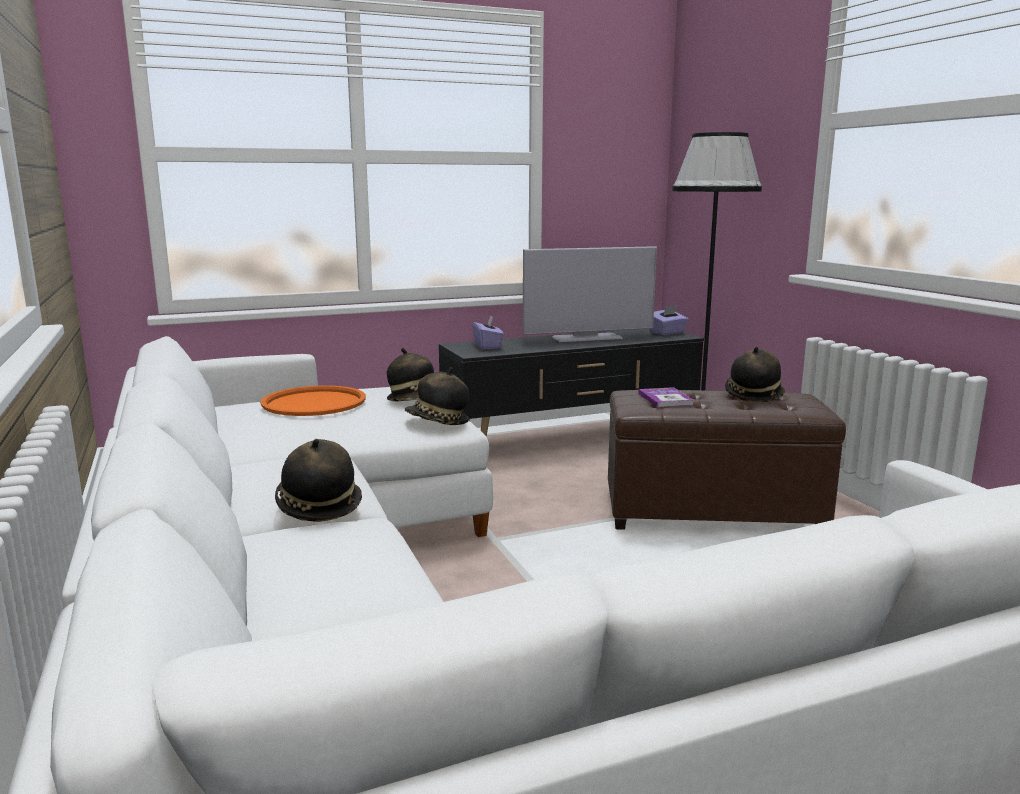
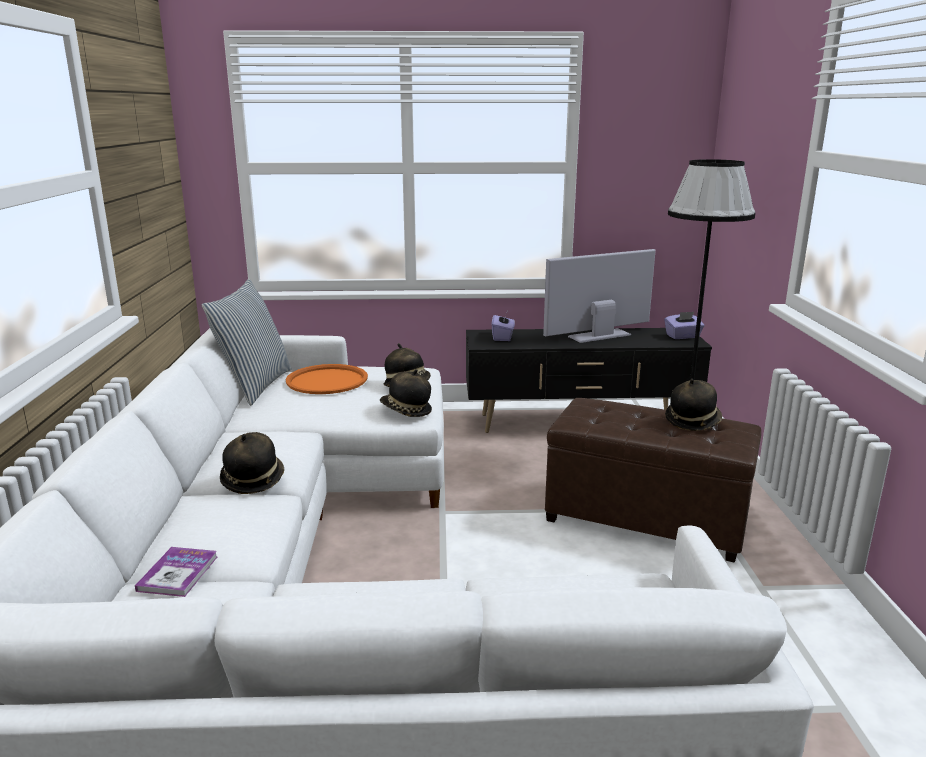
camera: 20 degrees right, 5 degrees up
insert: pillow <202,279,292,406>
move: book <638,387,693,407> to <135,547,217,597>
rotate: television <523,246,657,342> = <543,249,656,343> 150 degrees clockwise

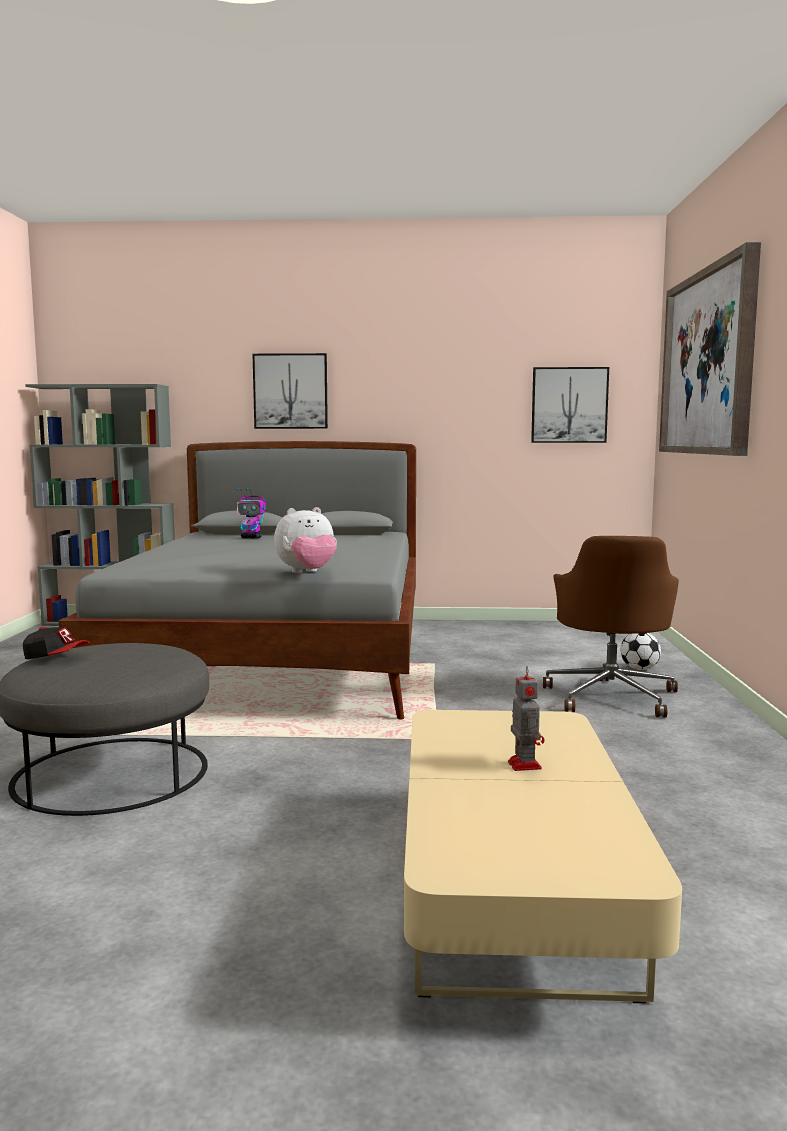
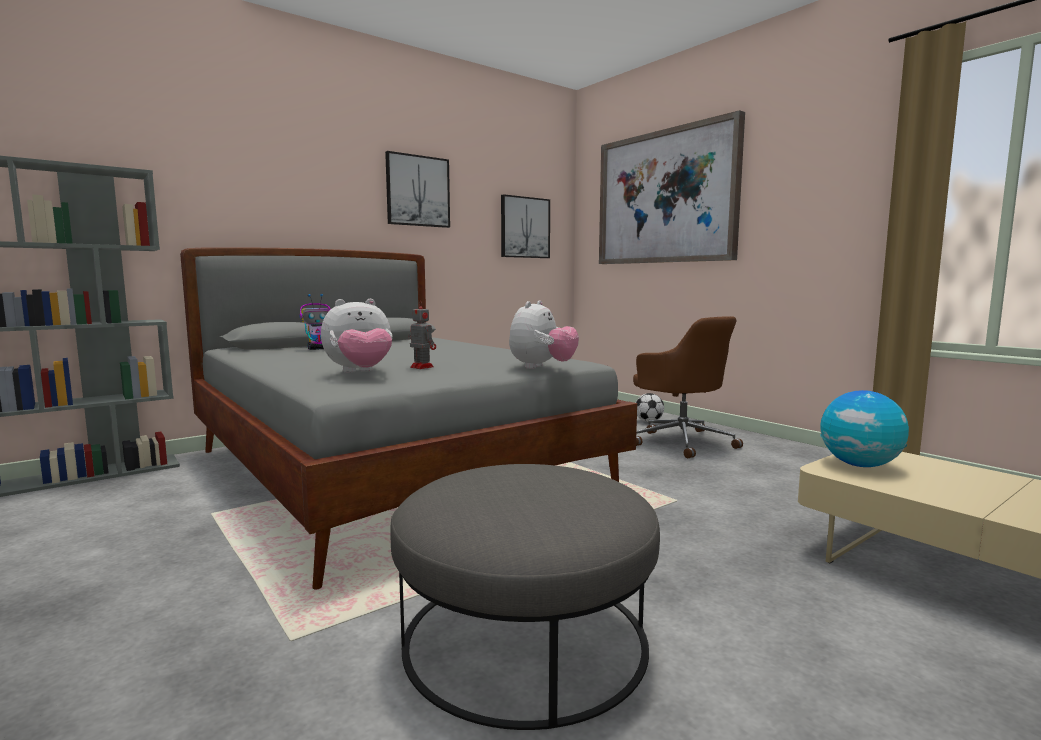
camera: 40 degrees left, 0 degrees up
delete: cap <23,627,90,659>
insert: plush toy <321,299,392,373>; globe <820,390,909,467>
move: picture <253,353,328,429> to <385,151,450,228>; toy robot <508,666,544,771> to <408,302,436,369>

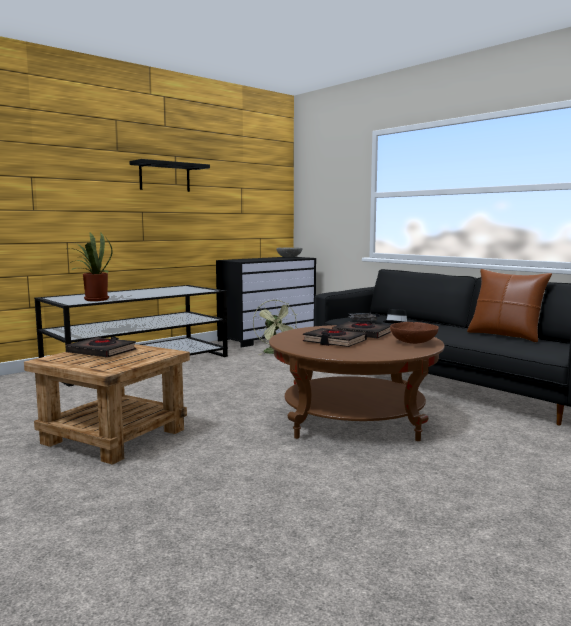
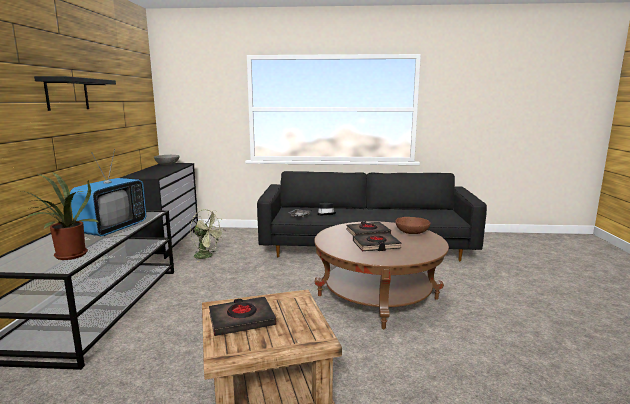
camera: 45 degrees left, 5 degrees up
delete: pillow (brown) <467,269,552,342>
insert: television <70,149,146,236>

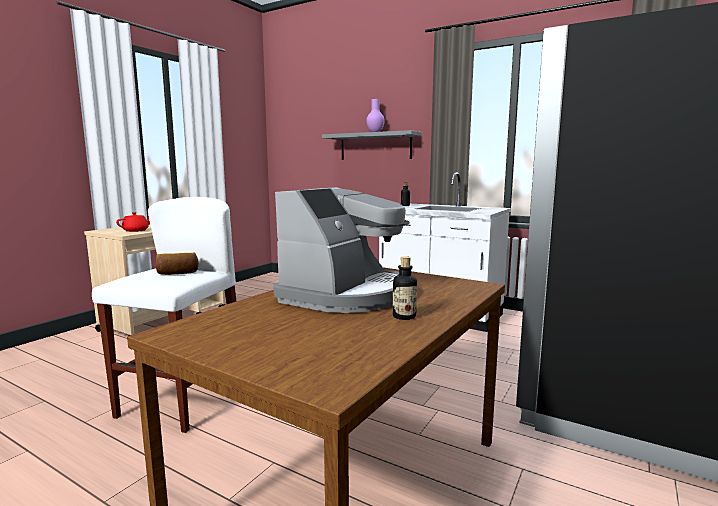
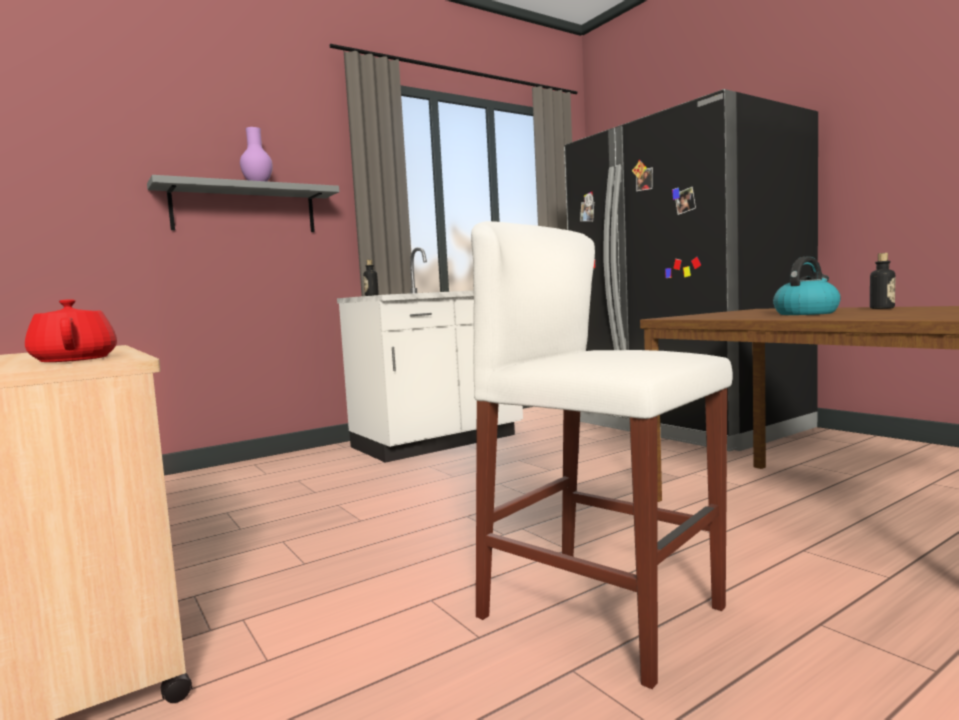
camera: 65 degrees left, 5 degrees down
delete: bread <156,253,199,275>
replace: coffee machine <273,187,410,313> to kettle <773,256,841,315>

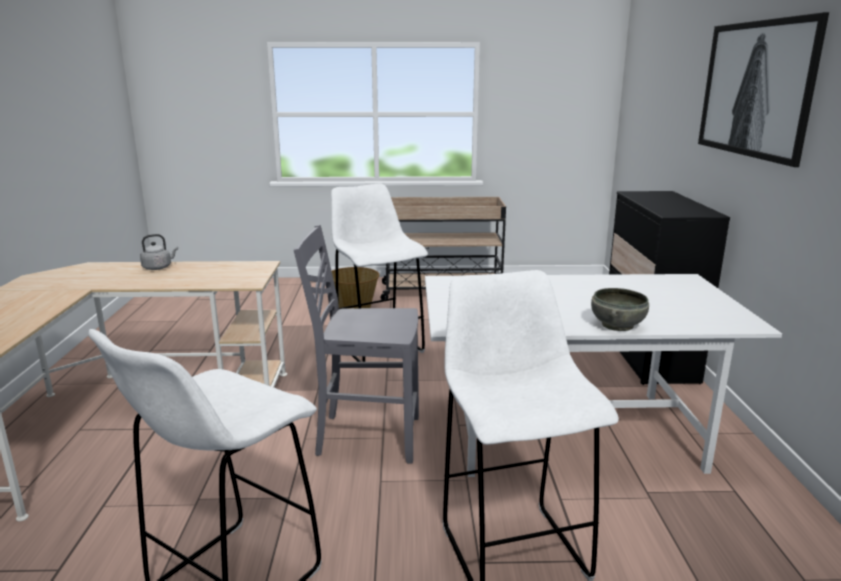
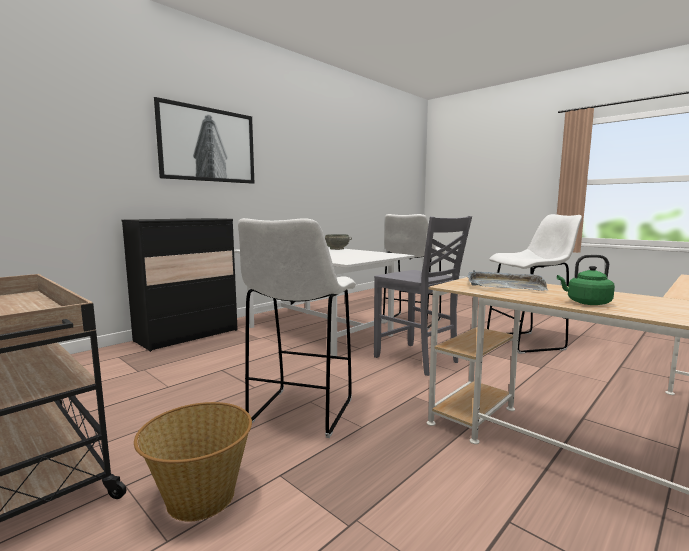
camera: 135 degrees left, 10 degrees down
insert: tray (grey) <467,270,548,291>
recolor: kettle (grey) <140,234,178,270> to kettle (green) <557,255,615,305>

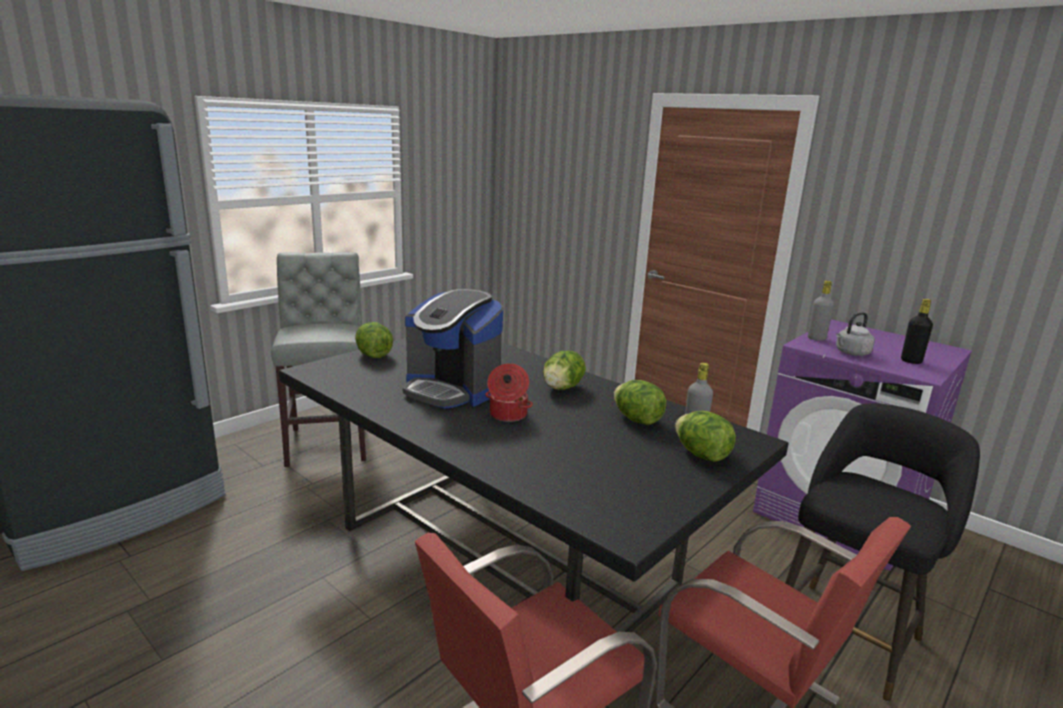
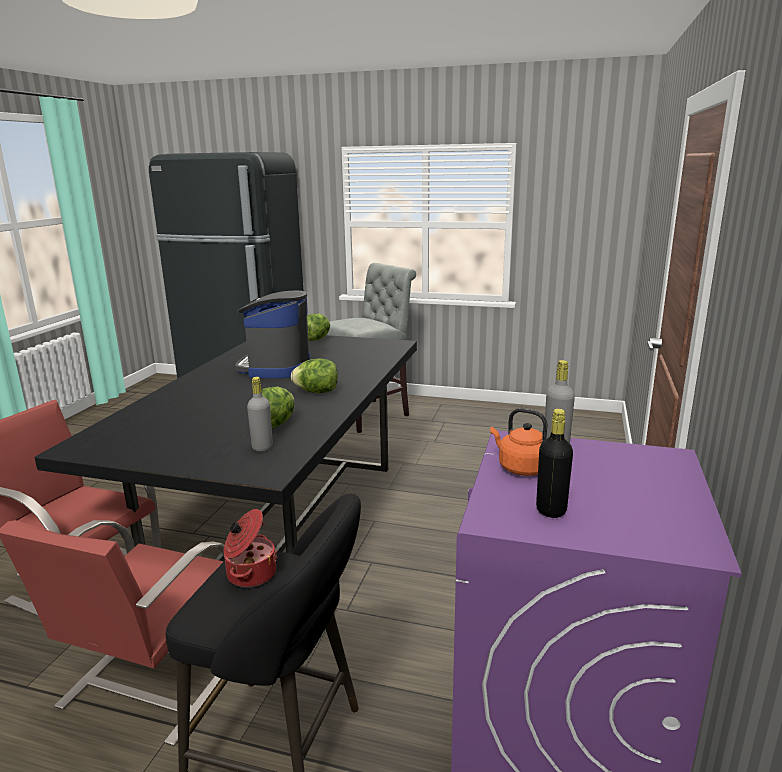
camera: 65 degrees right, 0 degrees up
delete: lettuce <675,411,736,462>
move: cooking pot <485,363,533,422> to <224,509,277,588>
recolor: kettle (grey) <836,312,875,356> to kettle (orange) <490,408,548,476>

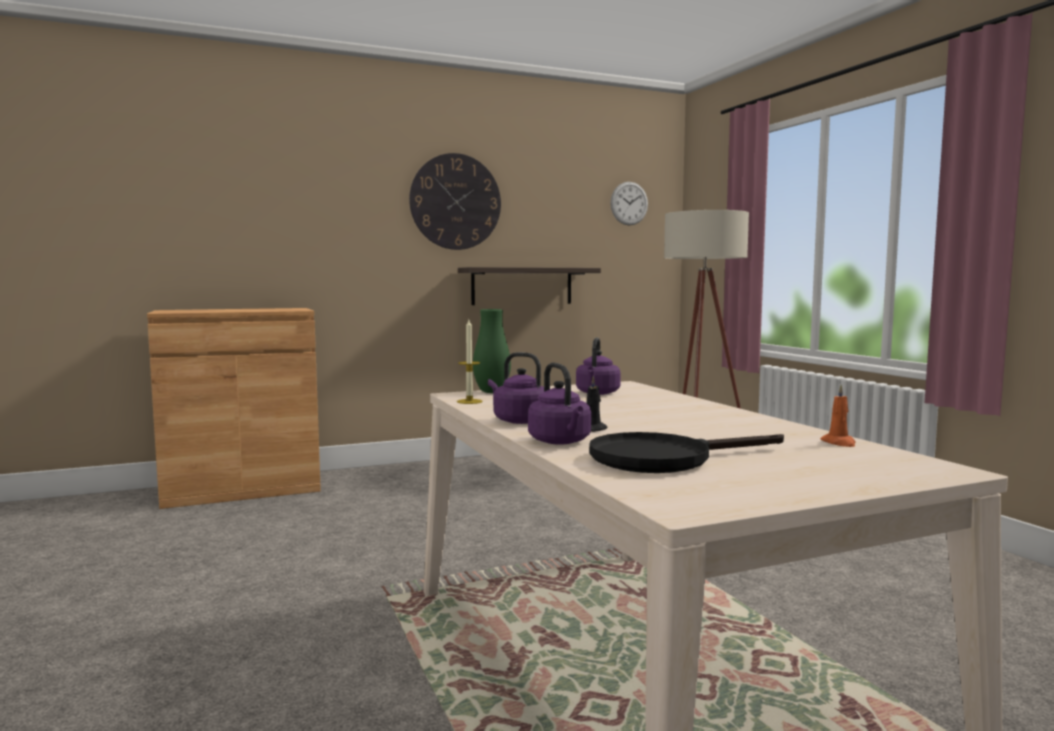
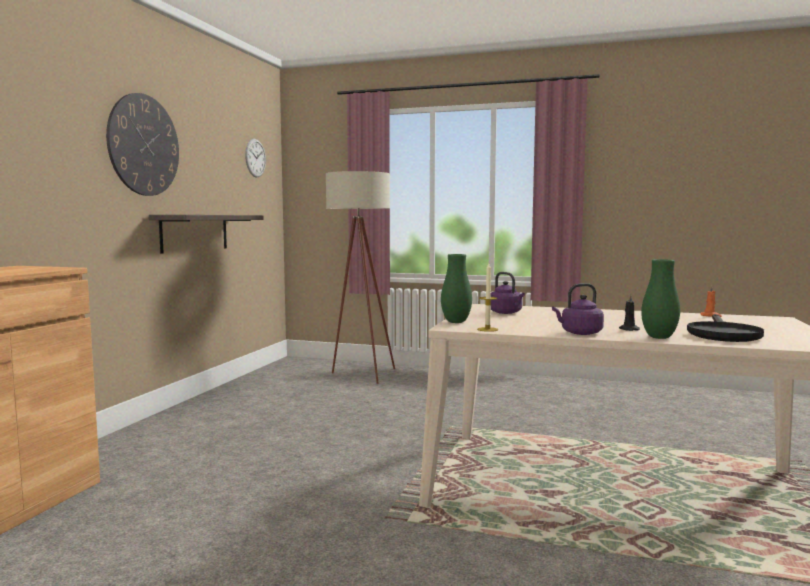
camera: 50 degrees left, 0 degrees up
replace: kettle (purple) <528,363,591,445> to vase (green) <641,259,680,339>

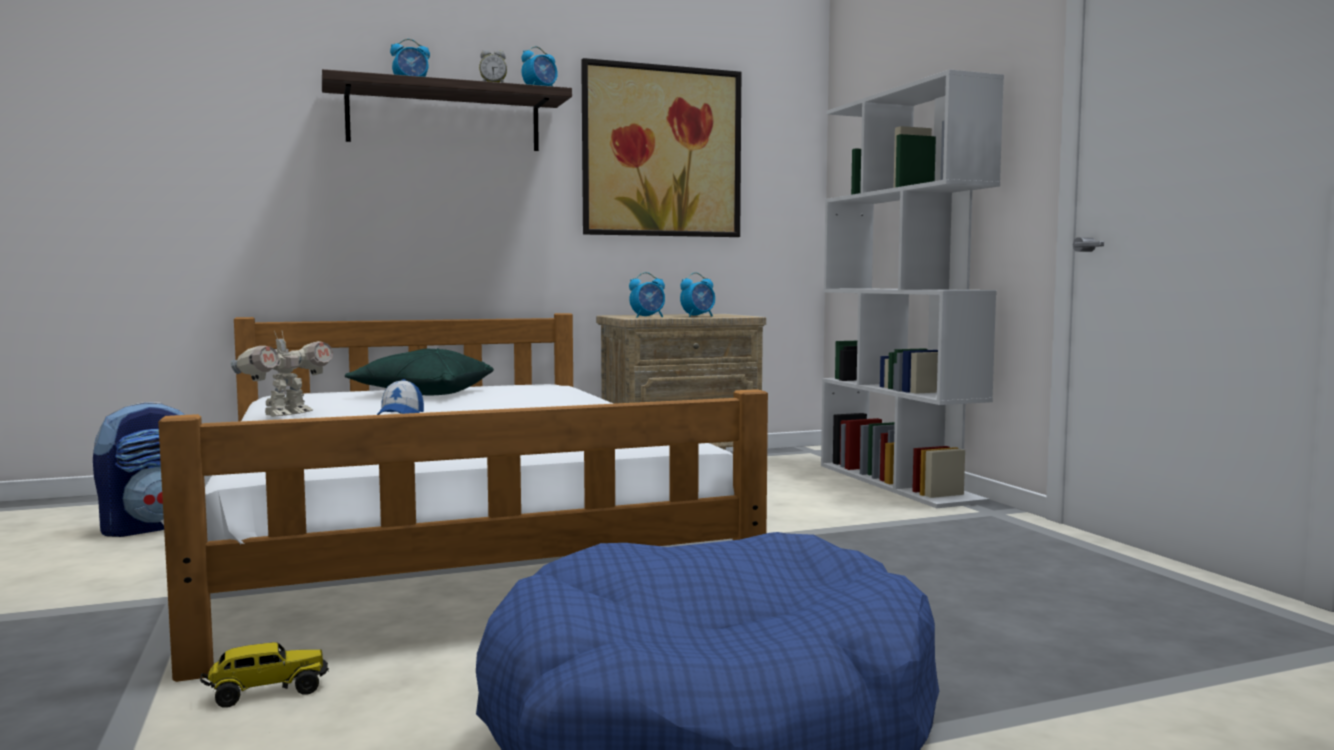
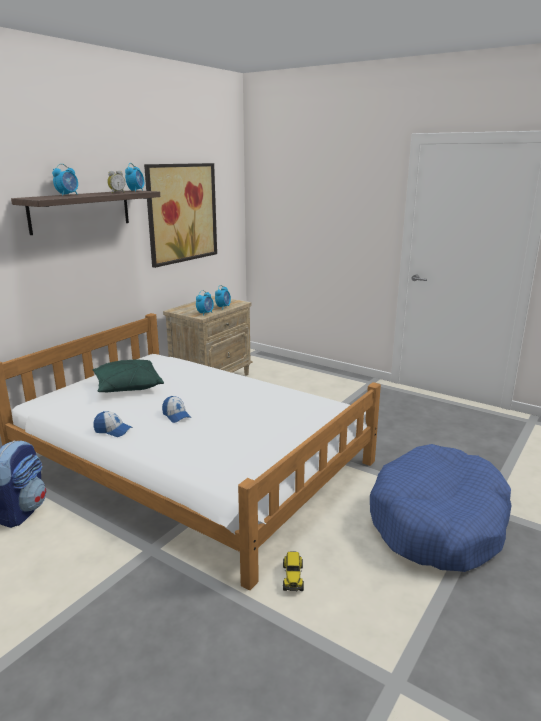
camera: 35 degrees left, 15 degrees up
delete: bookcase (white) <821,69,1004,508>
replace: toy robot <230,331,333,417> to cap <93,411,133,437>
rotate: toy truck <200,642,329,708> = <283,551,304,591> 150 degrees clockwise

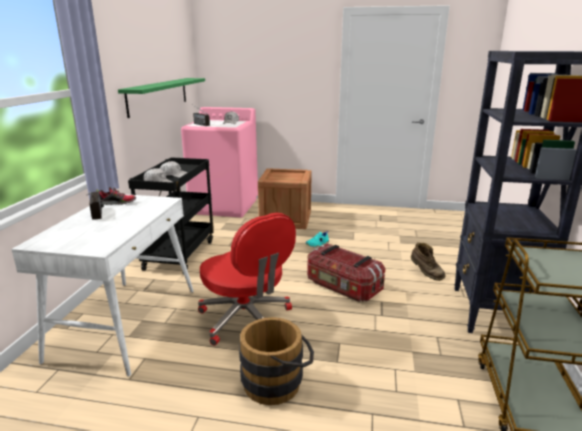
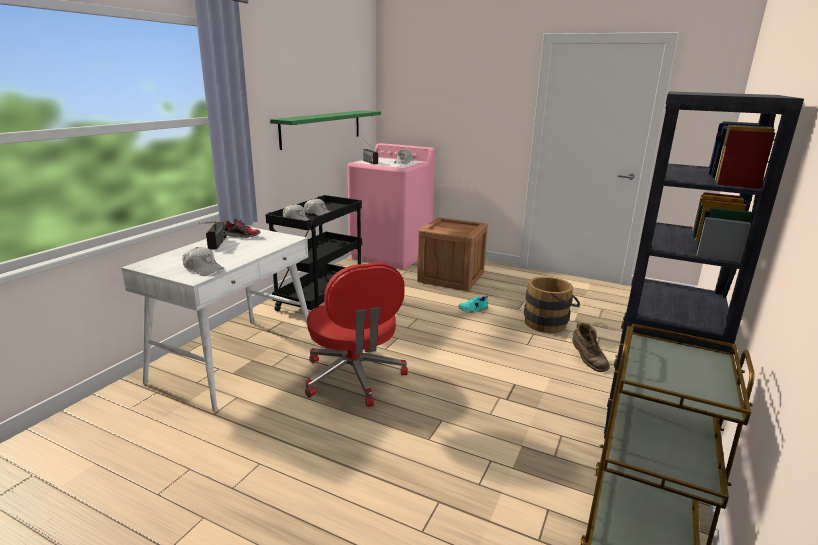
camera: 15 degrees right, 0 degrees up
delete: storage box <307,243,385,302>
insert: cap (white) <182,247,224,276>
move: bucket (brown) <239,317,314,405> to <524,277,580,333>

